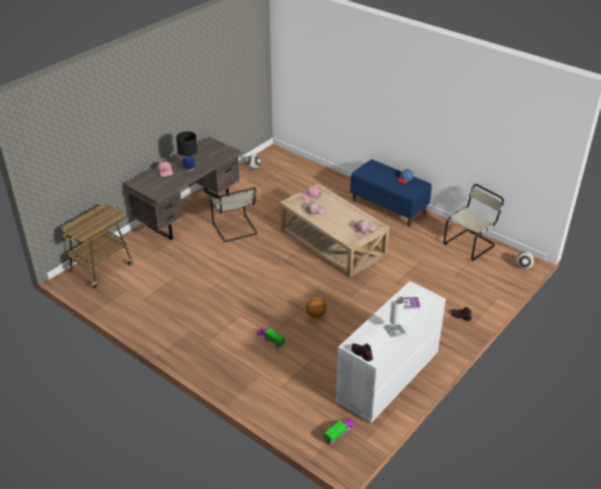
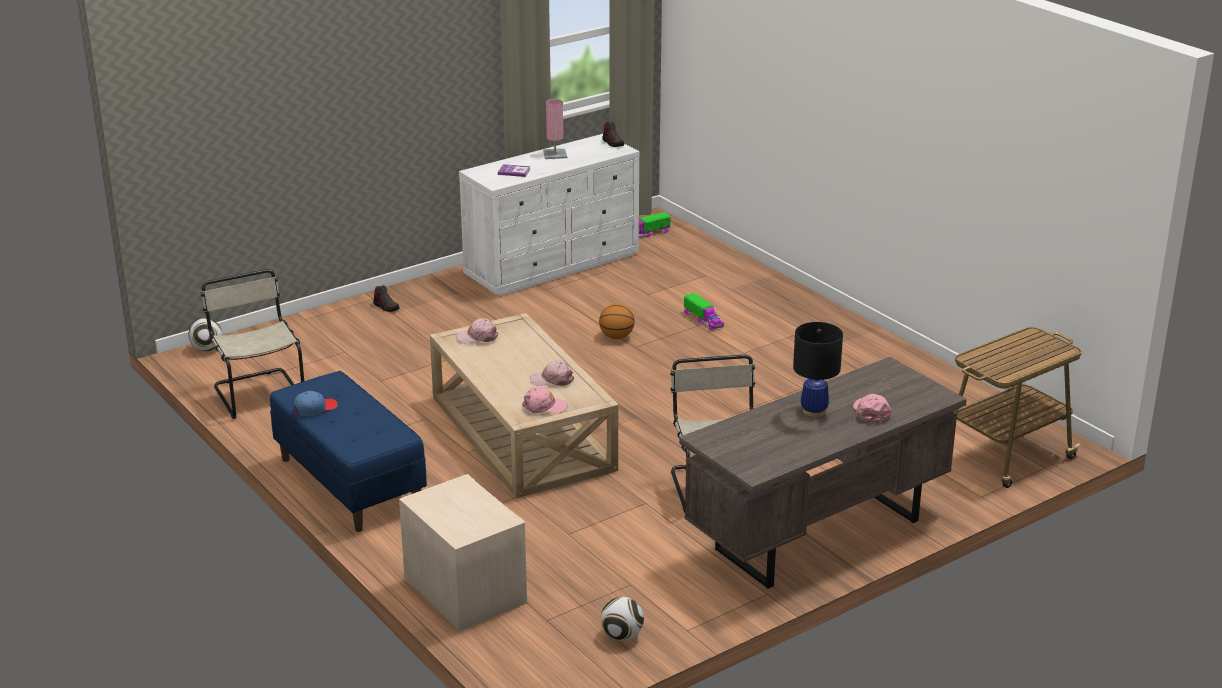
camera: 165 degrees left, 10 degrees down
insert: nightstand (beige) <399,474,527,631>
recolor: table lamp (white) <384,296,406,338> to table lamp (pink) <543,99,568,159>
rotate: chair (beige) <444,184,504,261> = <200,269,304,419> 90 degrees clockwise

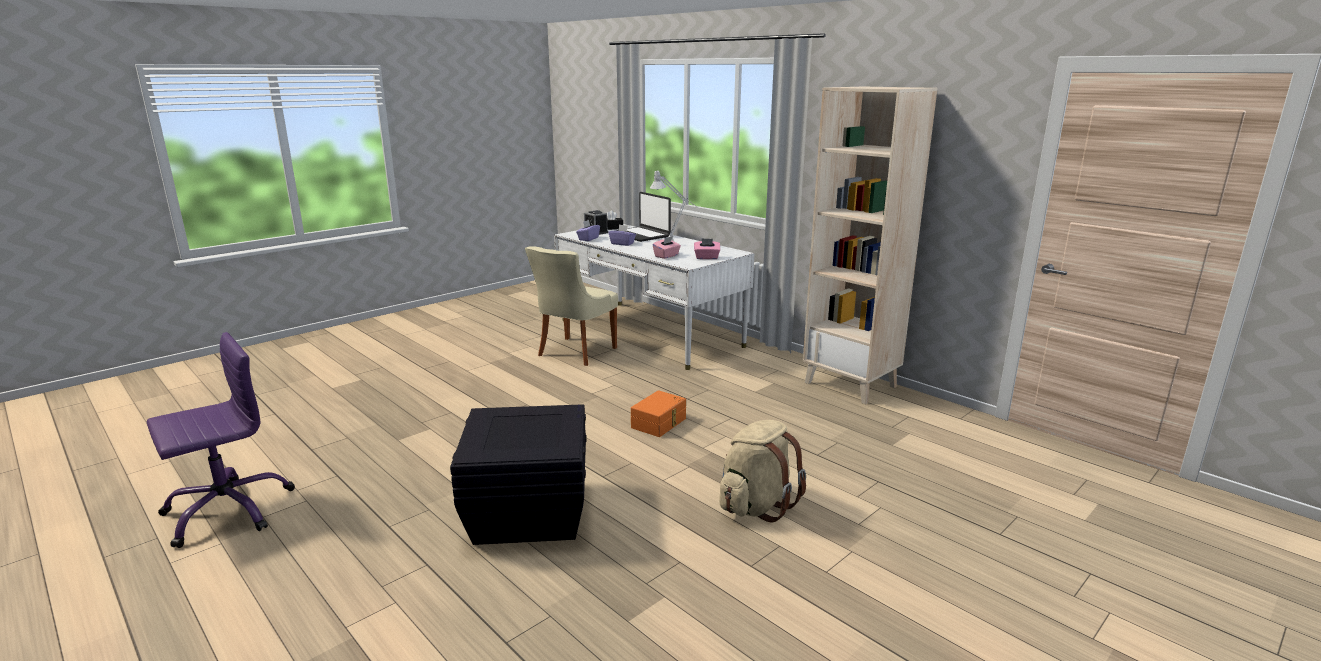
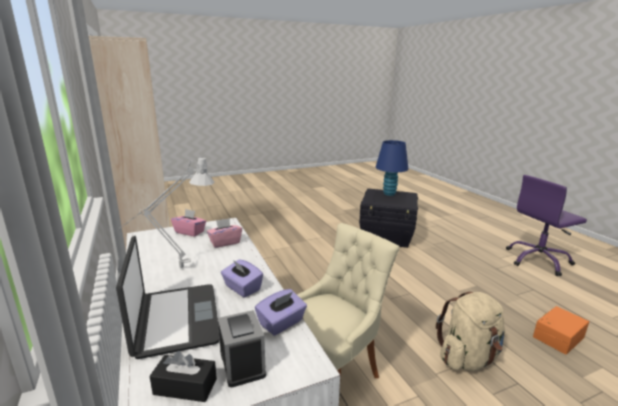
camera: 160 degrees left, 0 degrees up
insert: table lamp (blue) <376,140,409,196>
move: storage box (orange) <631,390,686,437> to <533,306,589,355>; backpack (beige) <719,420,806,523> to <436,292,505,371>

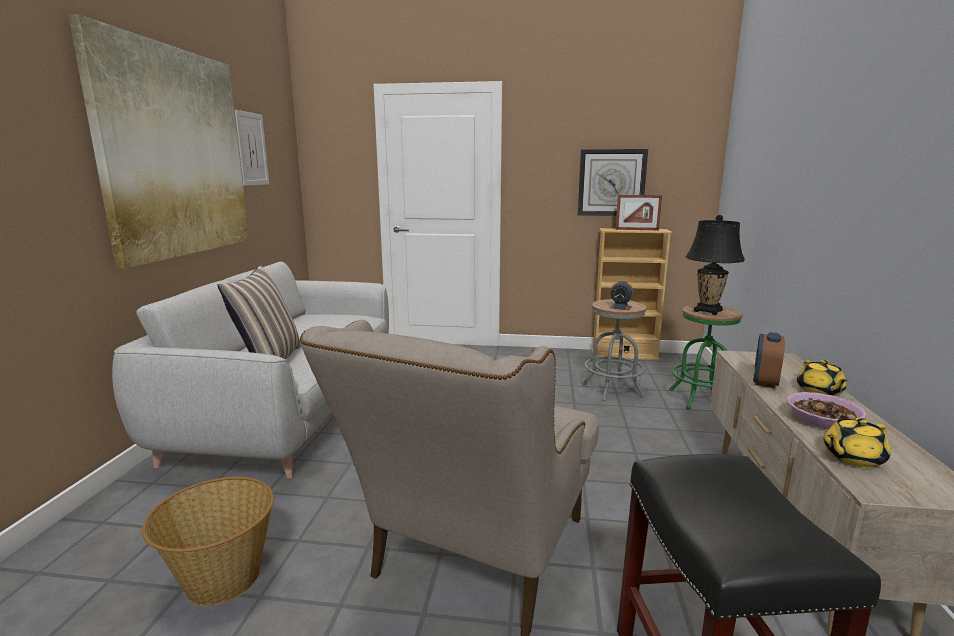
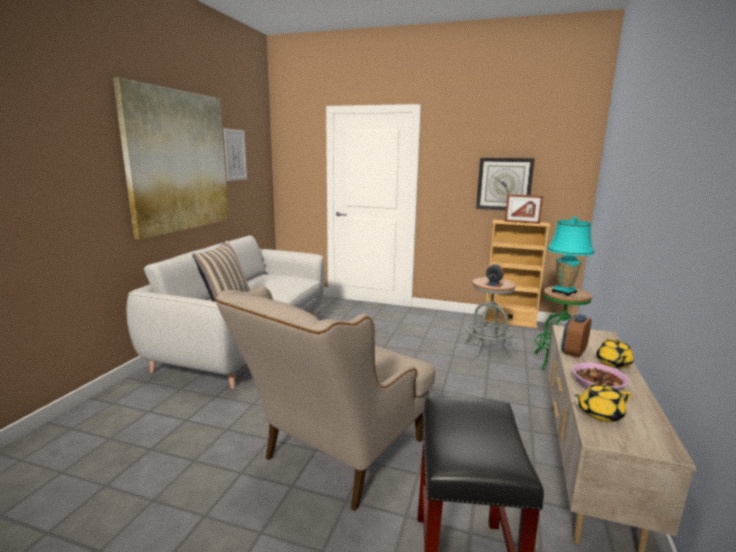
camera: 10 degrees right, 0 degrees up
delete: basket <142,477,274,606>
recolor: table lamp (black) <686,215,745,315> to table lamp (turquoise) <547,217,594,296>

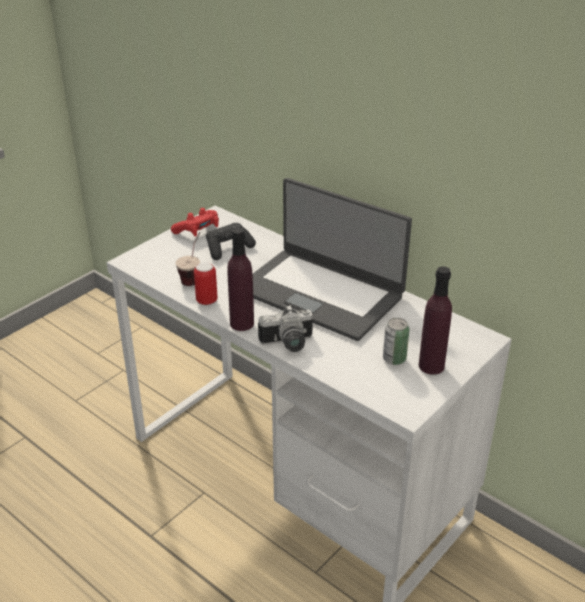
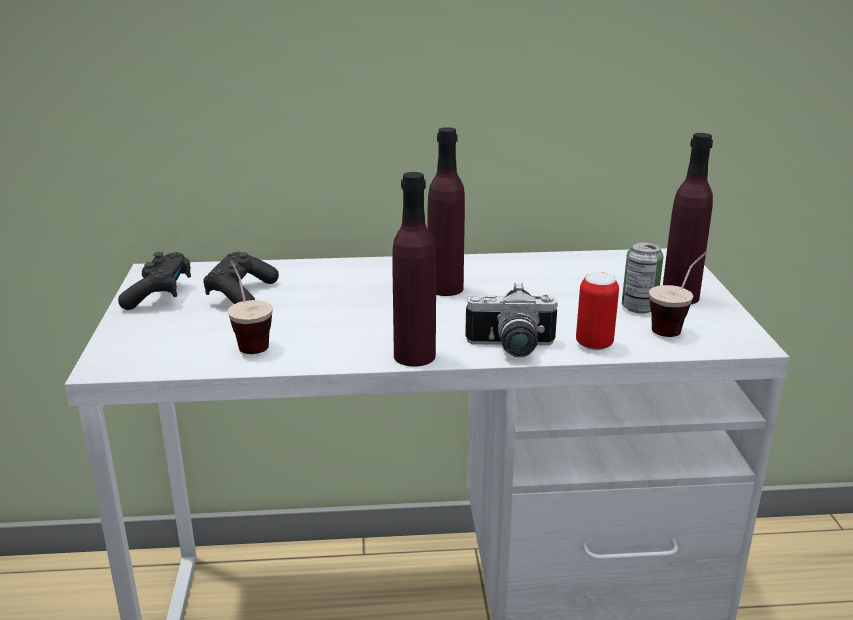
camera: 45 degrees left, 10 degrees down
insert: cup <649,252,707,337>
move: can <194,262,218,305> to <576,272,619,350>
replace: laptop <253,178,412,341> to bottle (purple) <427,127,465,296>
recolor: game controller (red) <171,208,219,237> to game controller (black) <118,252,191,310>
rotate: photo camera <258,305,313,352> = <465,283,557,357> 60 degrees clockwise

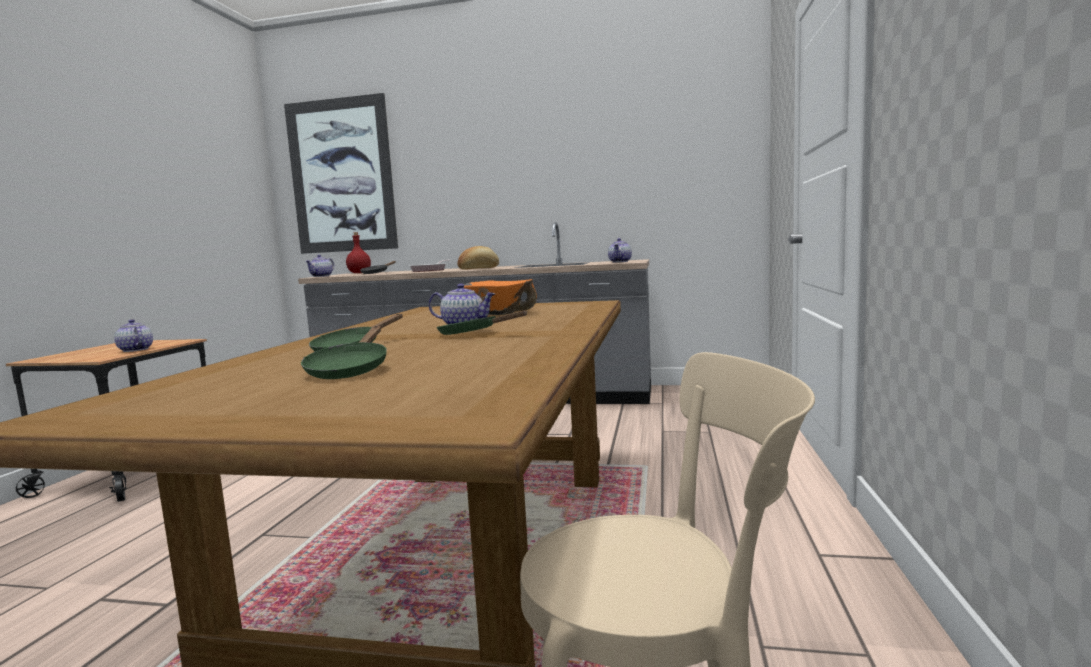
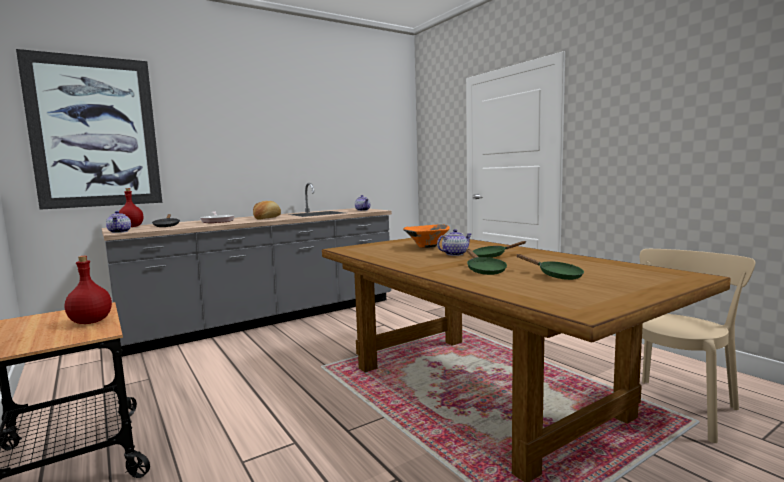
camera: 45 degrees left, 0 degrees up
replace: teapot <114,319,153,352> to bottle (red) <65,256,112,324>

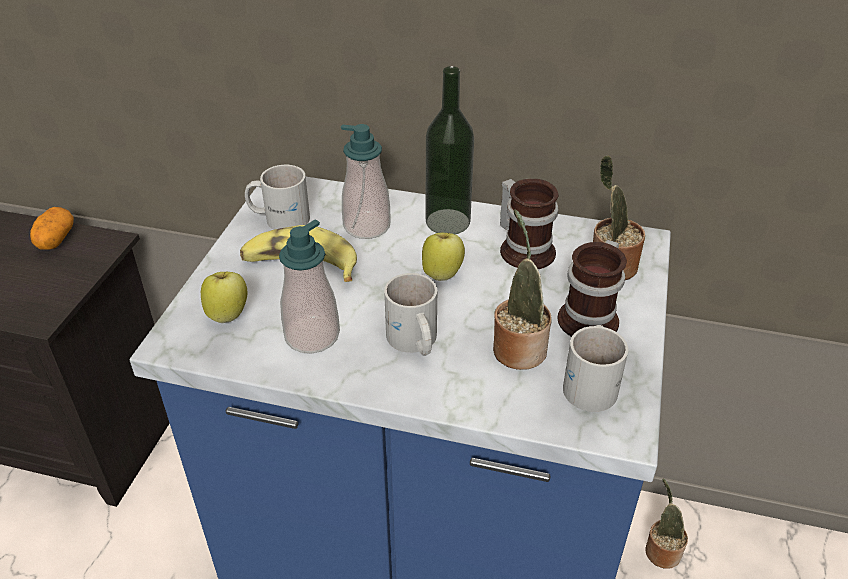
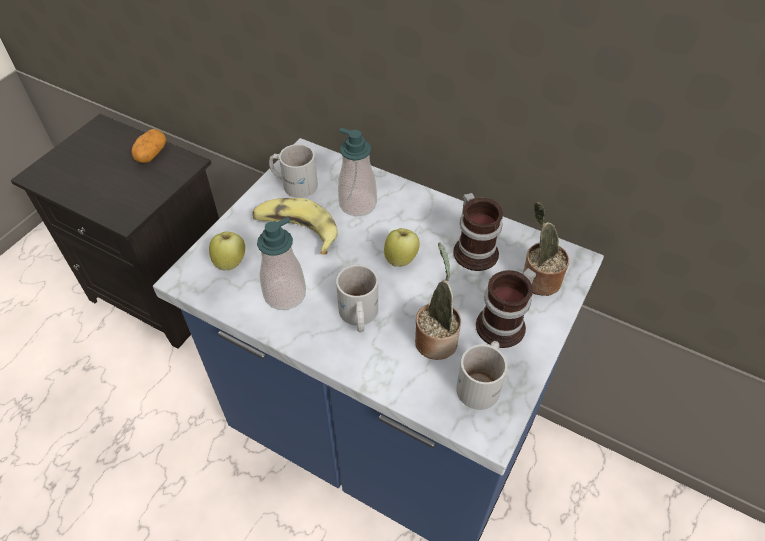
camera: 15 degrees right, 10 degrees up
delete: bottle <426,66,474,234>; potted plant <645,479,688,569>

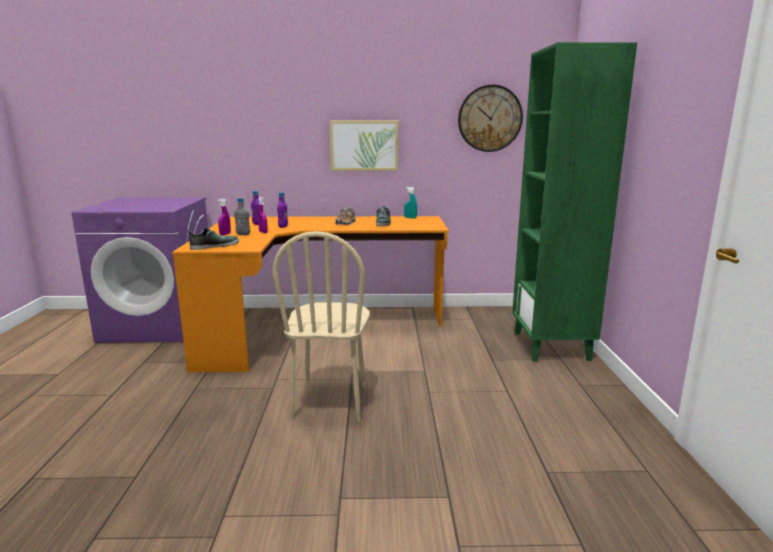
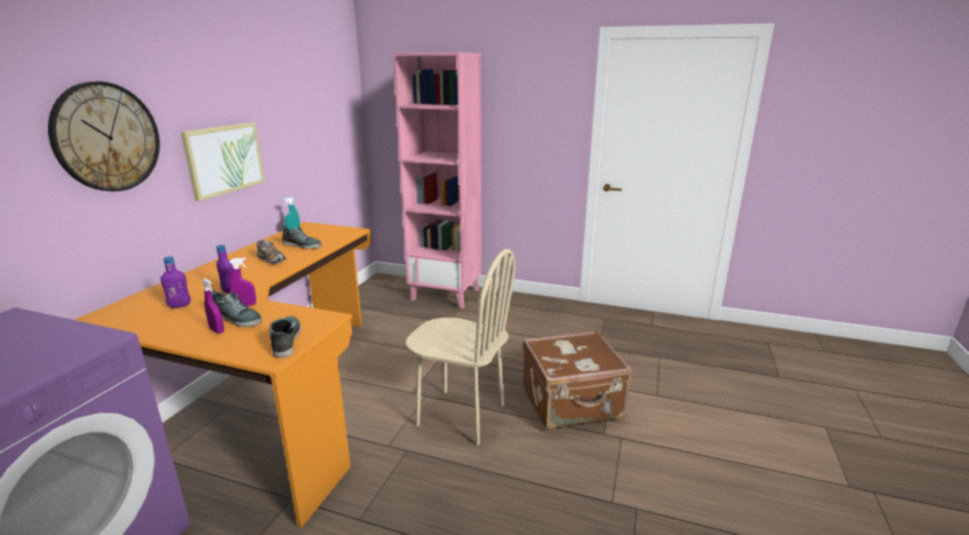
camera: 70 degrees left, 5 degrees up
insert: suitcase (brown) <523,330,632,430>
move: wall clock <458,85,523,152> to <48,81,160,191>
replace: bottle (grey) <234,198,250,235> to shoe <212,290,262,327>
recolor: bookcase (green) <512,42,637,362> to bookcase (pink) <393,52,481,309>

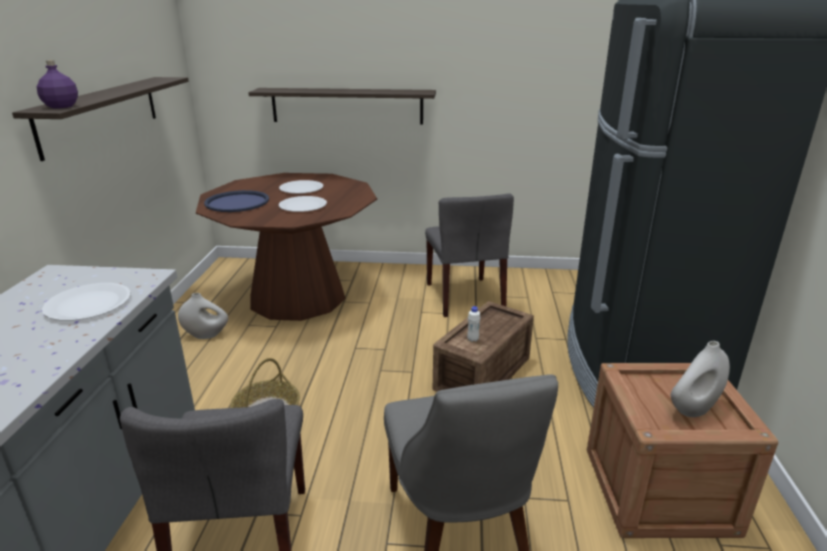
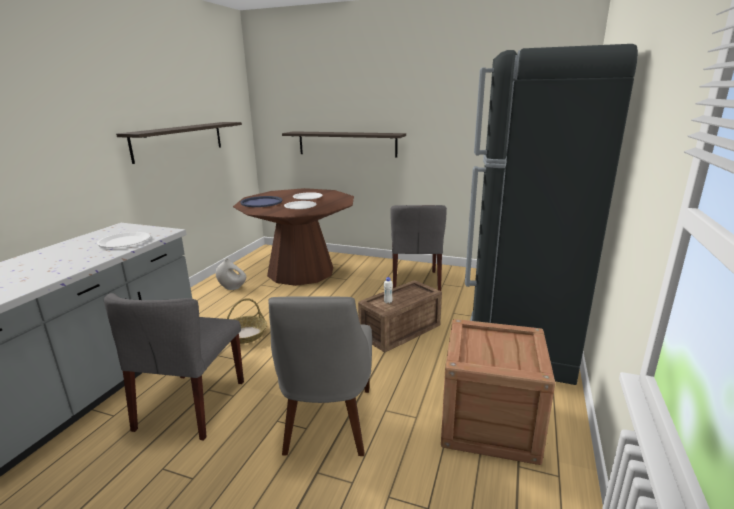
camera: 15 degrees right, 5 degrees down
delete: bottle (purple) <37,60,78,108>; vase (white) <671,341,730,417>

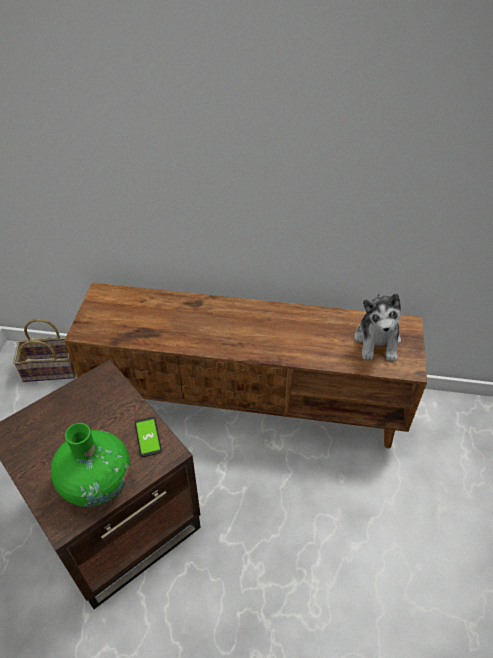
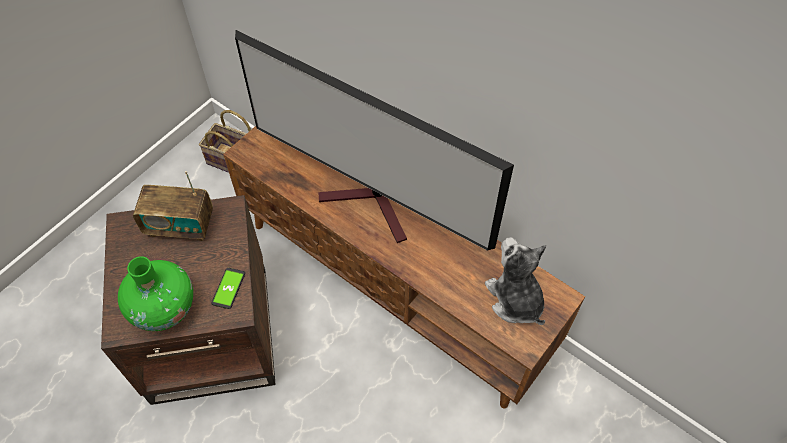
camera: 30 degrees right, 10 degrees up
insert: radio <133,171,213,241>; television <235,30,514,251>
rotate: plush toy <354,293,401,361> = <485,237,546,325> 120 degrees clockwise

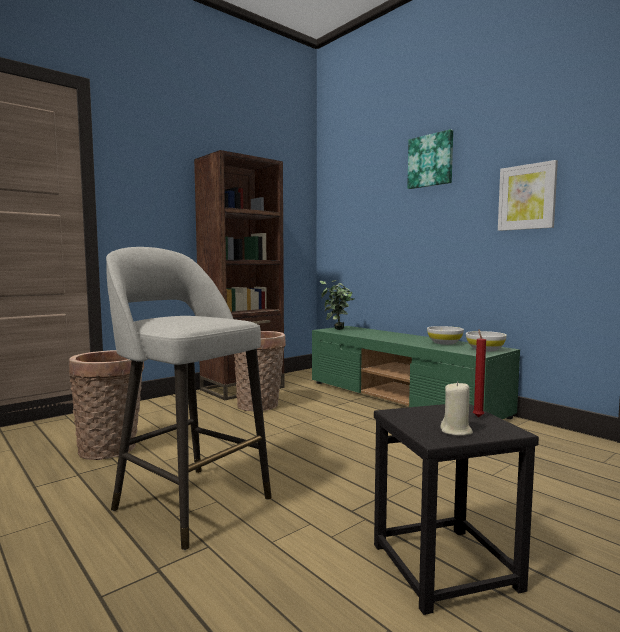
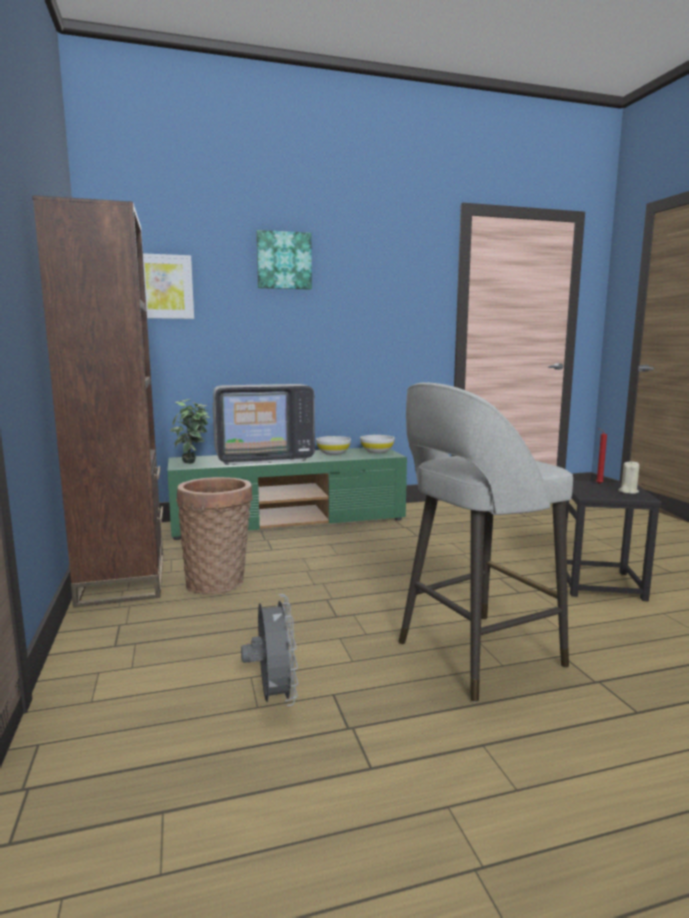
camera: 65 degrees left, 5 degrees up
insert: television <213,384,315,465>
move: picture <498,160,558,231> to <143,253,194,319>
replace: basket <69,350,144,460> to fan (grey) <241,594,298,706>

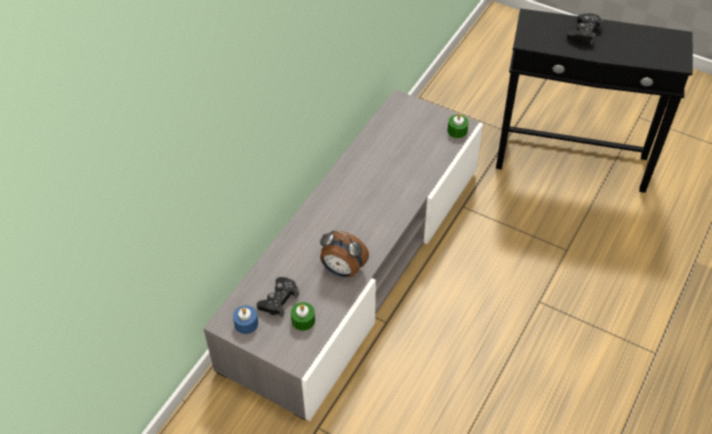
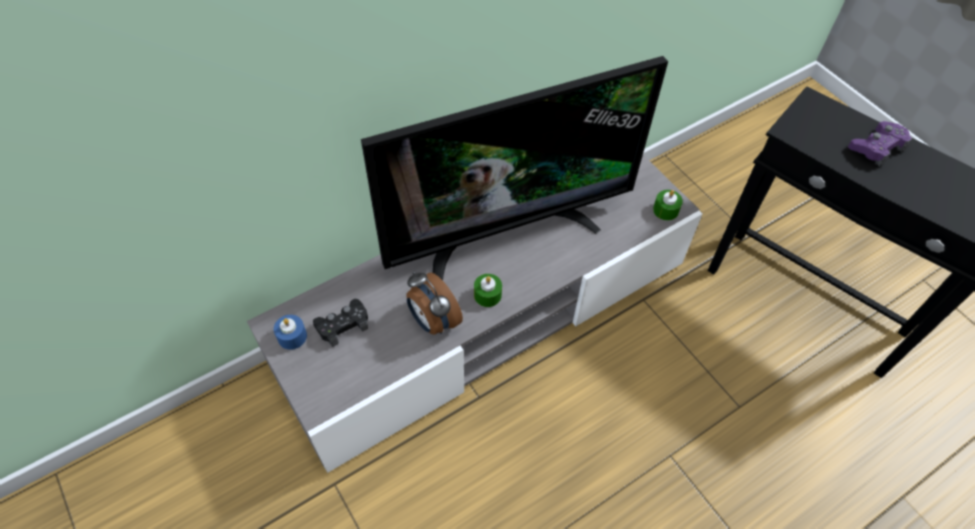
camera: 25 degrees right, 5 degrees up
insert: television <361,56,668,280>
move: candle (green) <291,302,315,331> to <474,274,502,307>
recolor: game controller (black) <567,13,603,45> to game controller (purple) <848,121,912,167>

